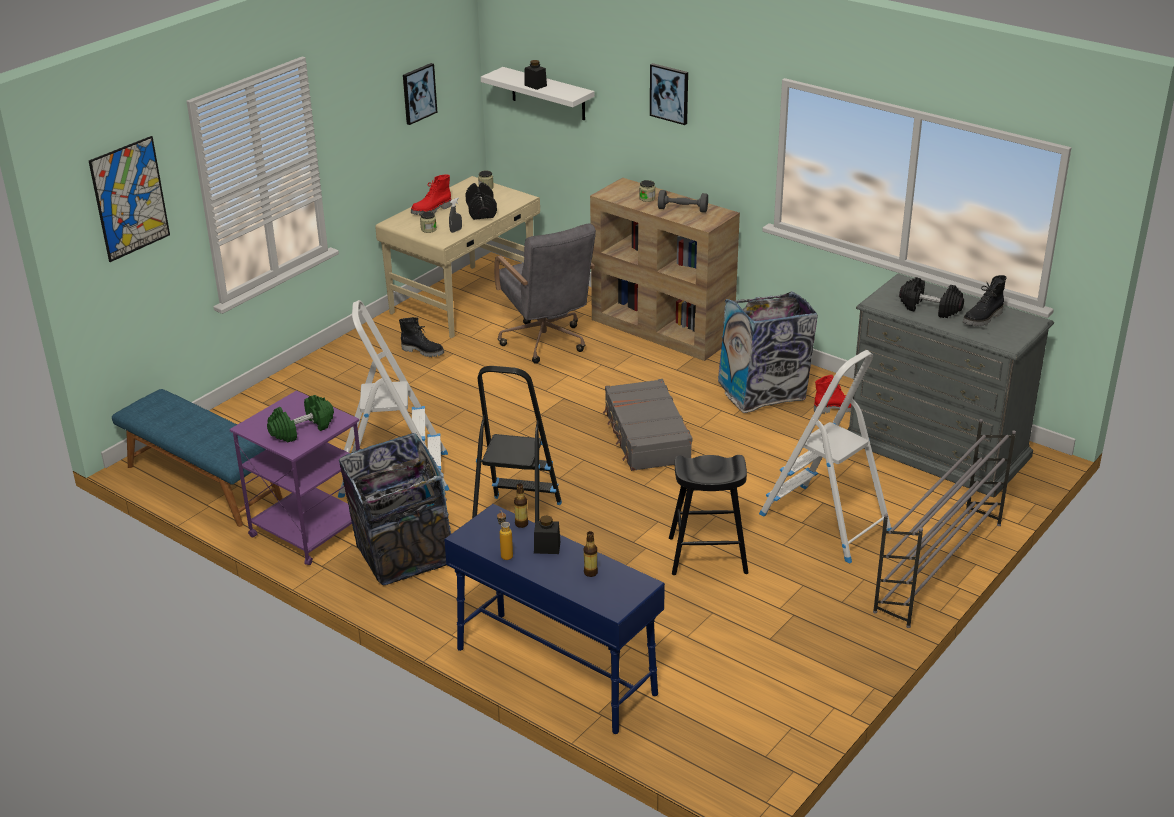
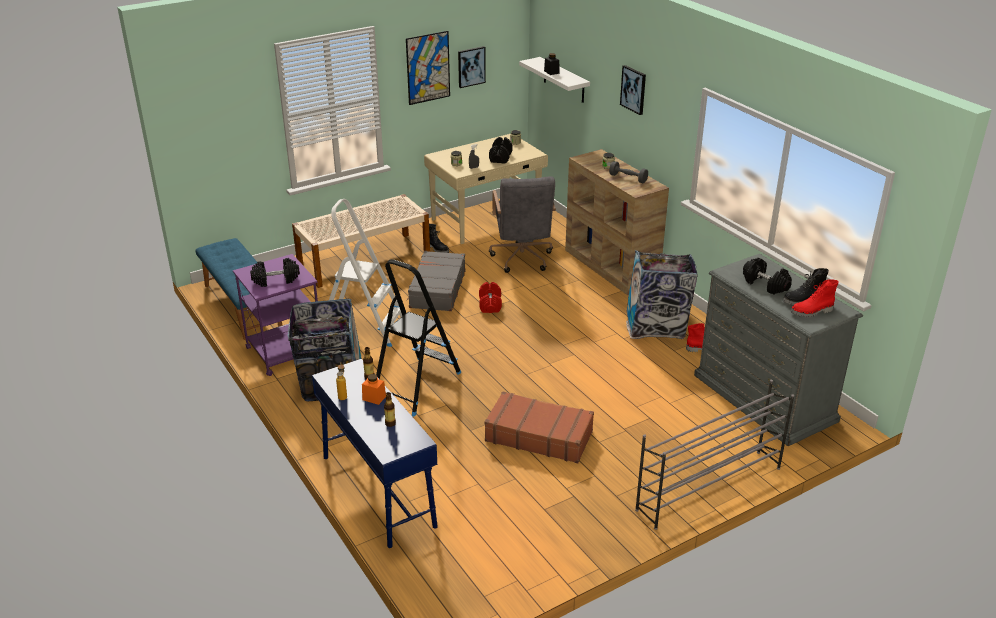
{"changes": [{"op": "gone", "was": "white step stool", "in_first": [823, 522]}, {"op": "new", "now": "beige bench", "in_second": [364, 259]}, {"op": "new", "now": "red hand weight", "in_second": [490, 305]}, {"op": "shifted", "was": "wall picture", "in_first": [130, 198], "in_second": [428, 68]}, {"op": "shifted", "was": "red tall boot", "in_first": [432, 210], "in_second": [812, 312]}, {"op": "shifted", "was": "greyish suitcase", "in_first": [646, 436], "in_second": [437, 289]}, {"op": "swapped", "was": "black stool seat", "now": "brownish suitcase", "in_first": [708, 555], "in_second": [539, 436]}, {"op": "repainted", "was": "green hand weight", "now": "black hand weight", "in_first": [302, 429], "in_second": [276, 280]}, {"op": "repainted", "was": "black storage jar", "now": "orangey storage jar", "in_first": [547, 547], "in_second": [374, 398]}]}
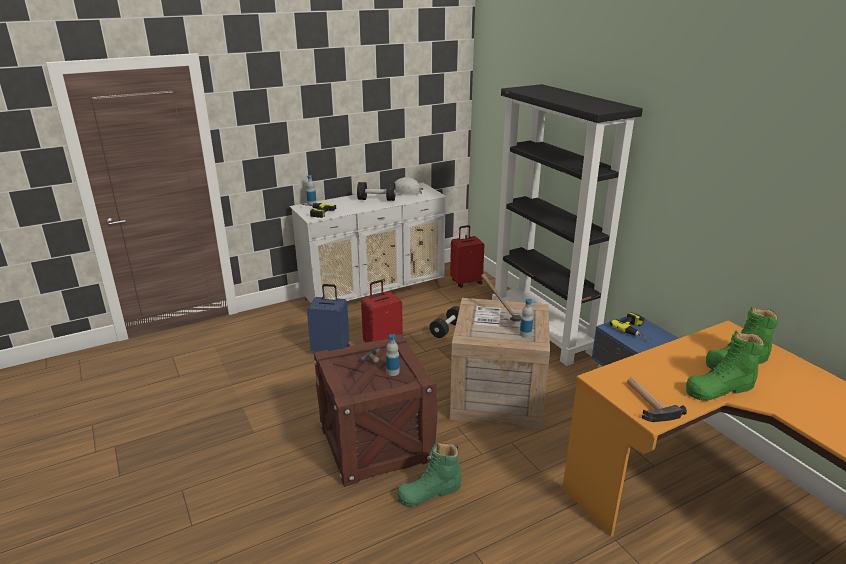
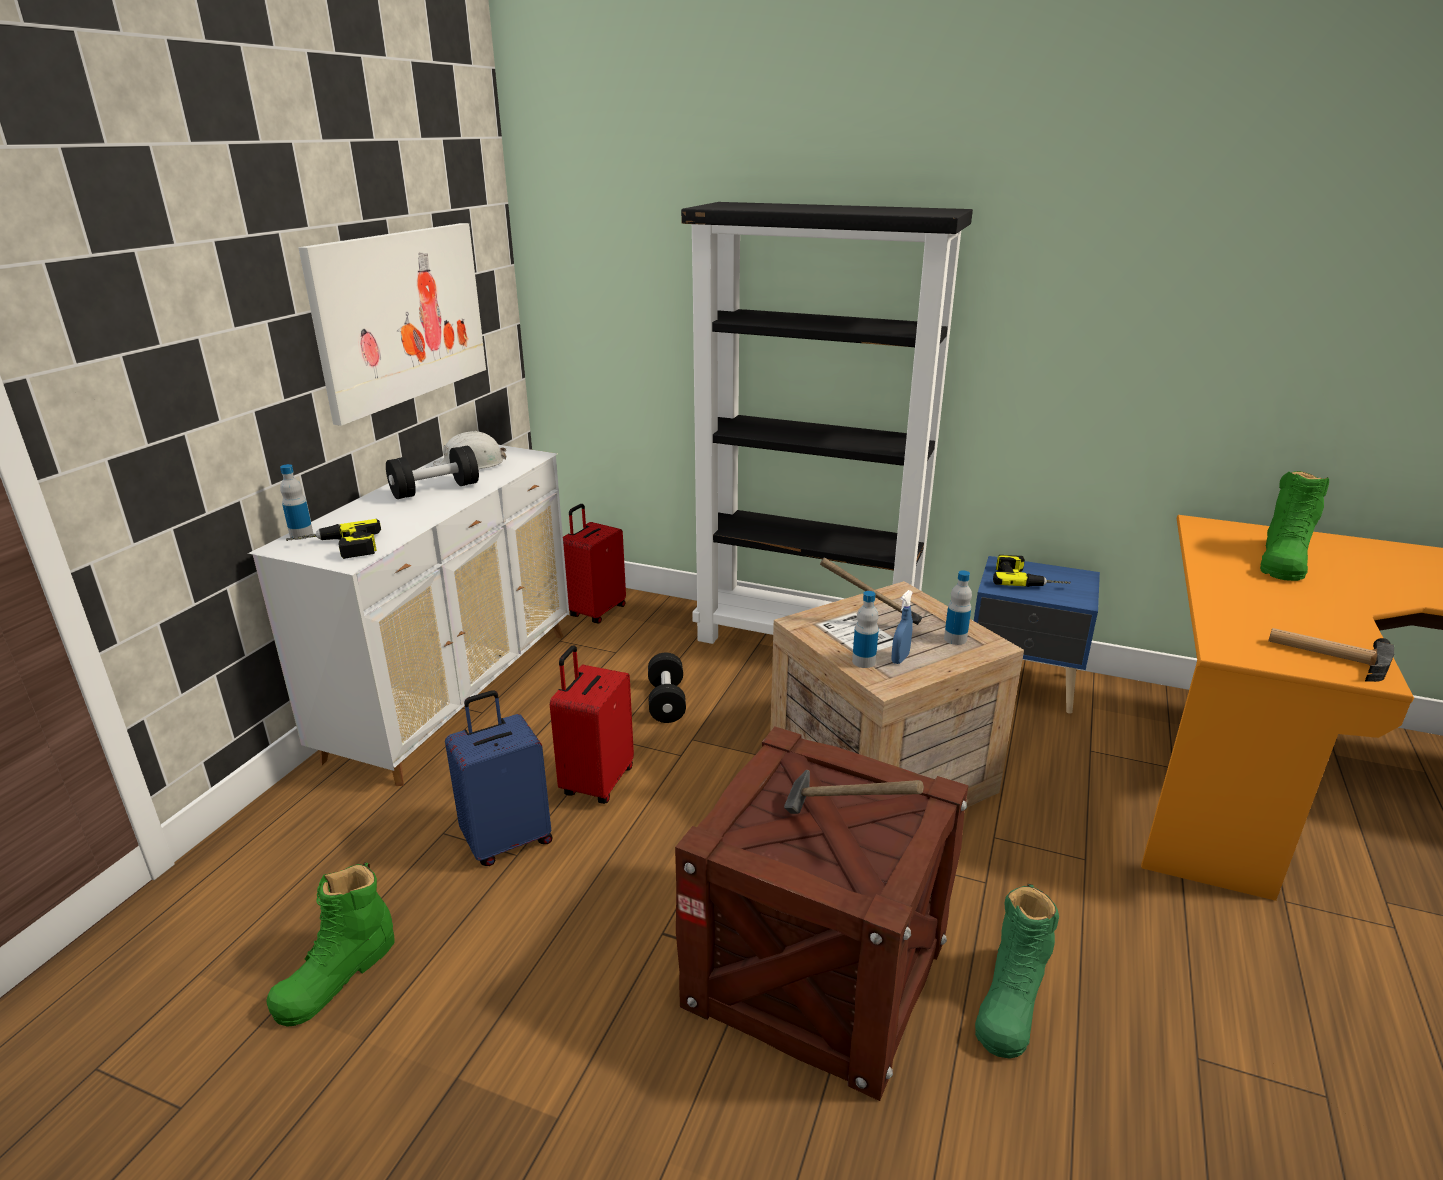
{"changes": [{"op": "new", "now": "wall picture", "in_second": [401, 317]}, {"op": "new", "now": "bluish hand sprayer", "in_second": [900, 659]}, {"op": "shifted", "was": "drink bottle", "in_first": [393, 372], "in_second": [863, 661]}, {"op": "shifted", "was": "green tall boot", "in_first": [720, 388], "in_second": [337, 975]}]}
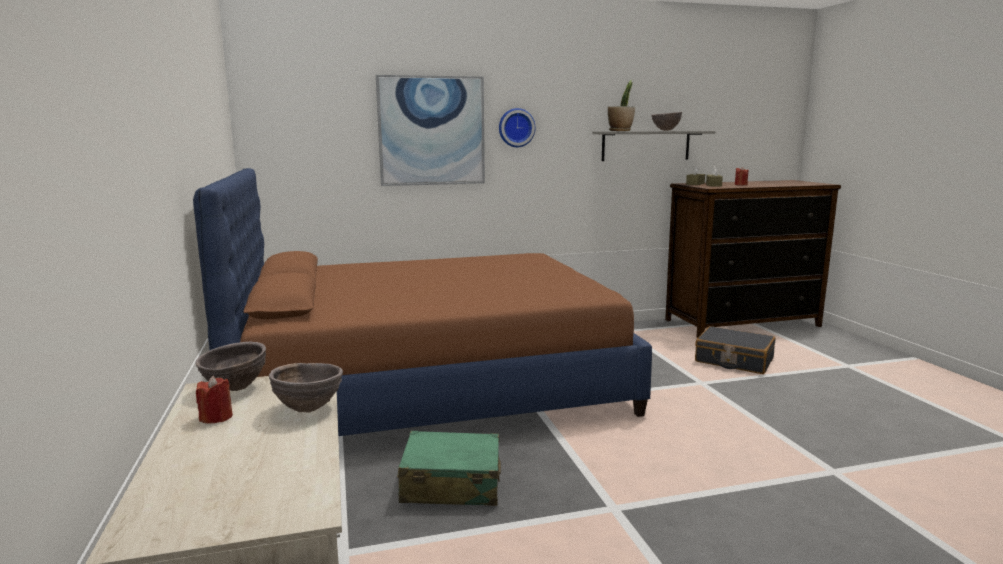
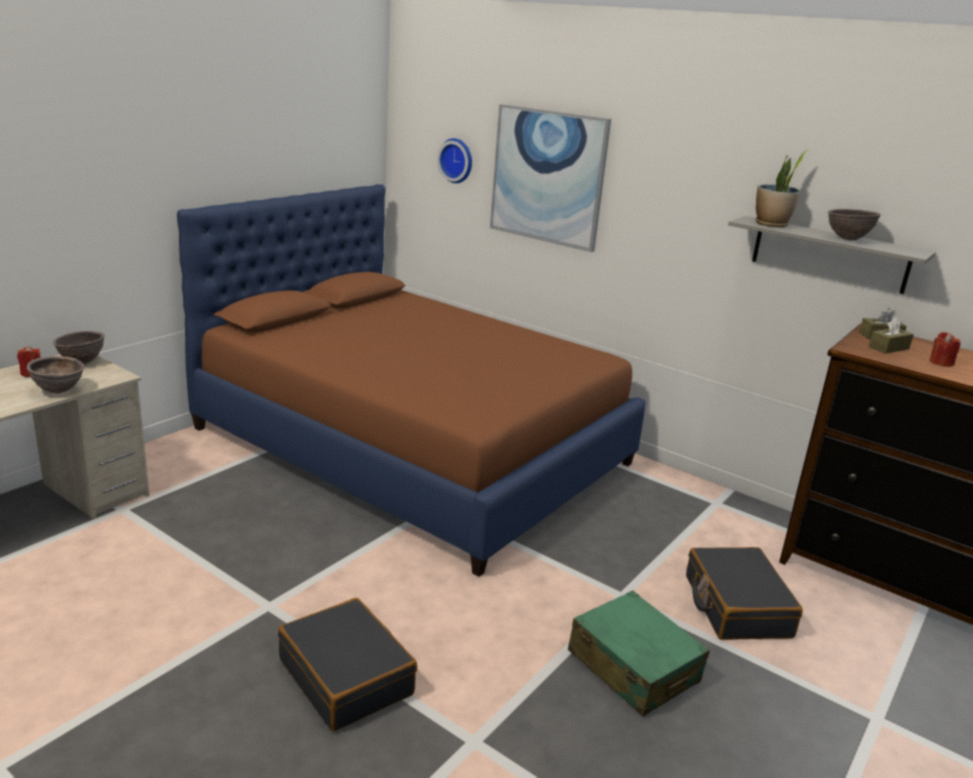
{"changes": [{"op": "new", "now": "black suitcase", "in_second": [346, 677]}, {"op": "shifted", "was": "green suitcase", "in_first": [451, 485], "in_second": [633, 667]}, {"op": "shifted", "was": "clock on the wall", "in_first": [516, 127], "in_second": [457, 160]}]}
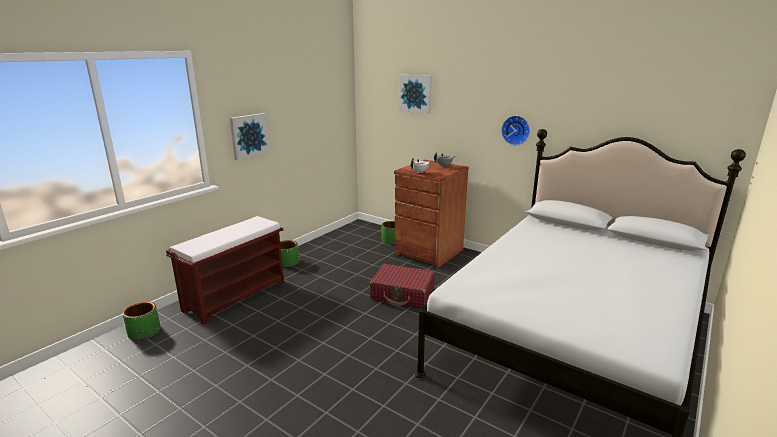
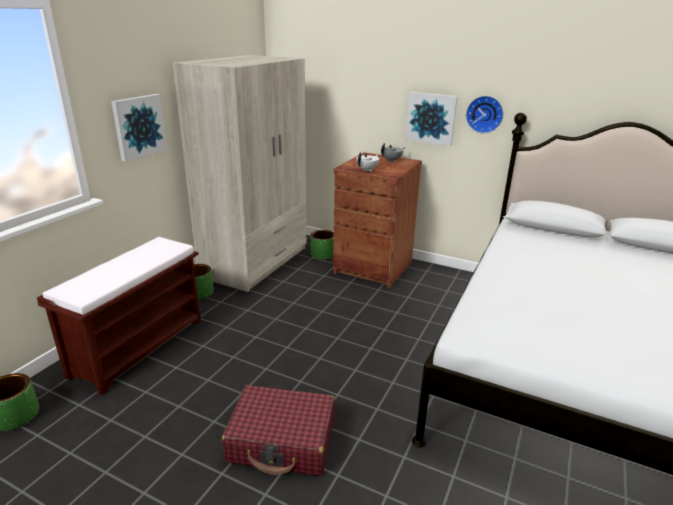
{"changes": [{"op": "new", "now": "beige clothes cupboard", "in_second": [256, 262]}, {"op": "shifted", "was": "red suitcase", "in_first": [403, 294], "in_second": [282, 441]}, {"op": "shifted", "was": "wall picture", "in_first": [415, 93], "in_second": [431, 118]}]}
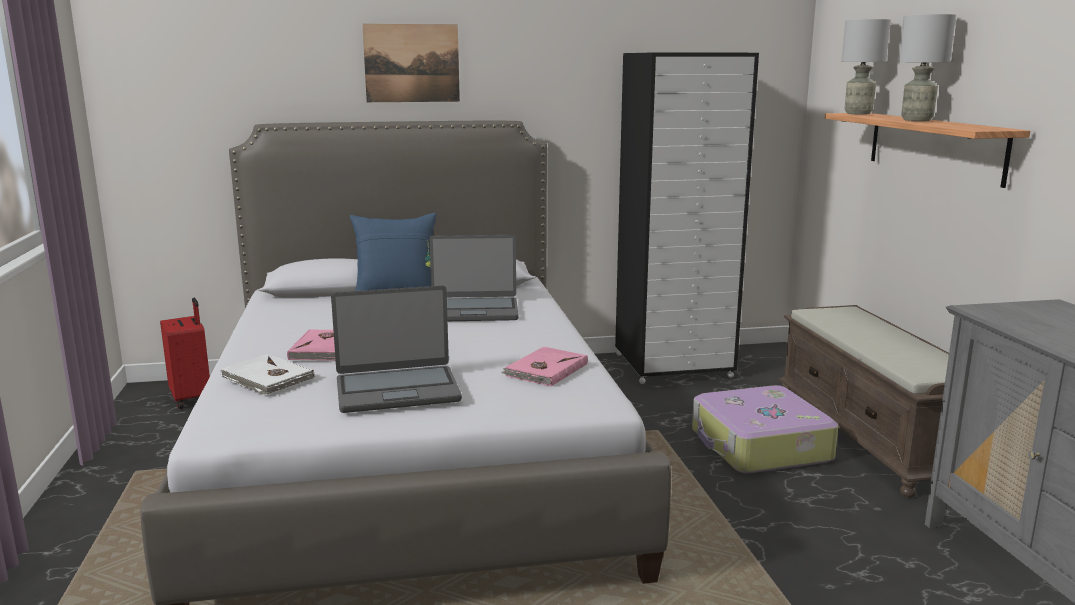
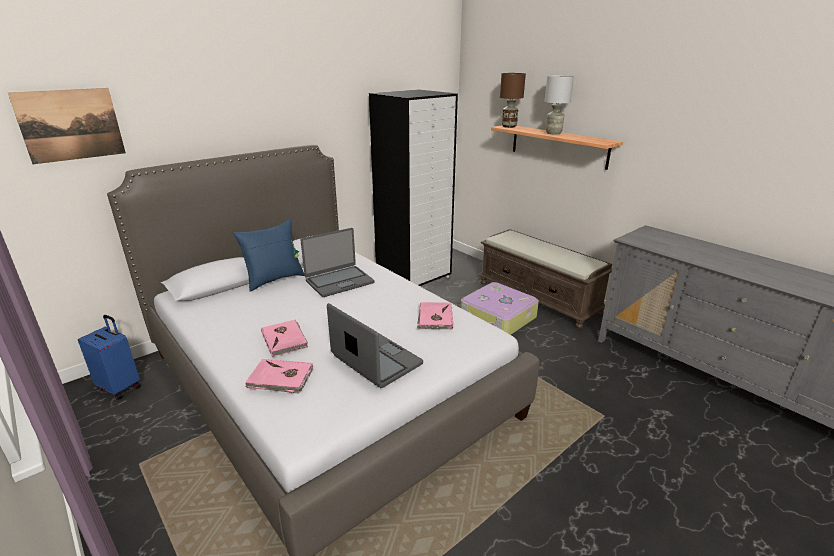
{"changes": [{"op": "shifted", "was": "wall picture", "in_first": [412, 63], "in_second": [71, 125]}, {"op": "repainted", "was": "red suitcase", "now": "bluish suitcase", "in_first": [192, 398], "in_second": [120, 387]}, {"op": "repainted", "was": "white bound book", "now": "pinkish bound book", "in_first": [267, 379], "in_second": [280, 378]}, {"op": "repainted", "was": "greyish tabletop lamp", "now": "brownish tabletop lamp", "in_first": [858, 113], "in_second": [509, 126]}, {"op": "rotated", "was": "laptop", "in_first": [397, 390], "in_second": [376, 360], "clockwise": -90}]}
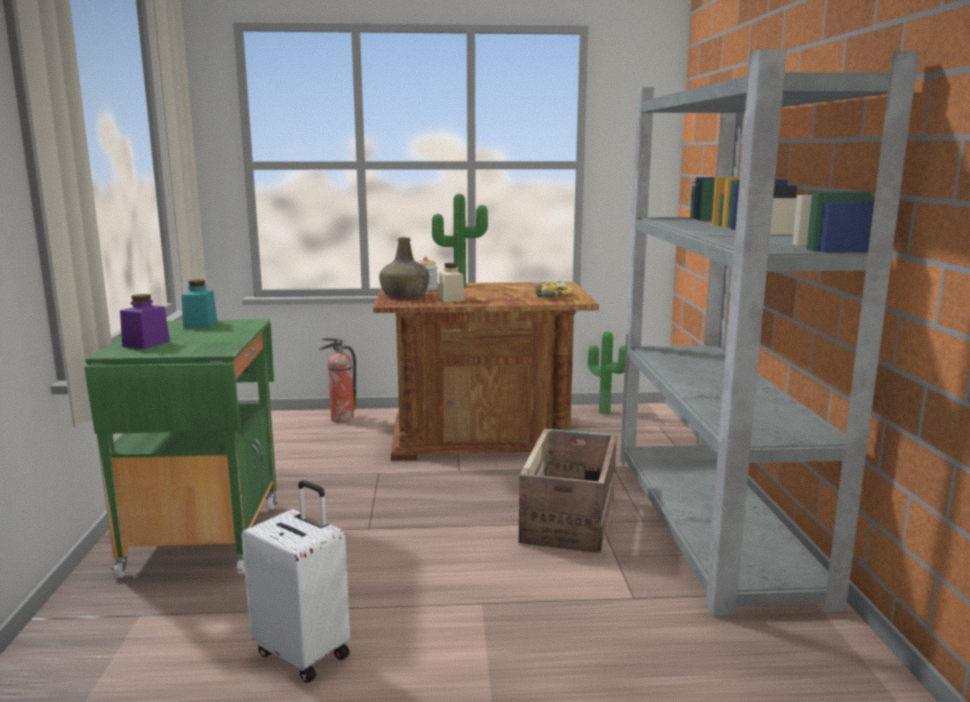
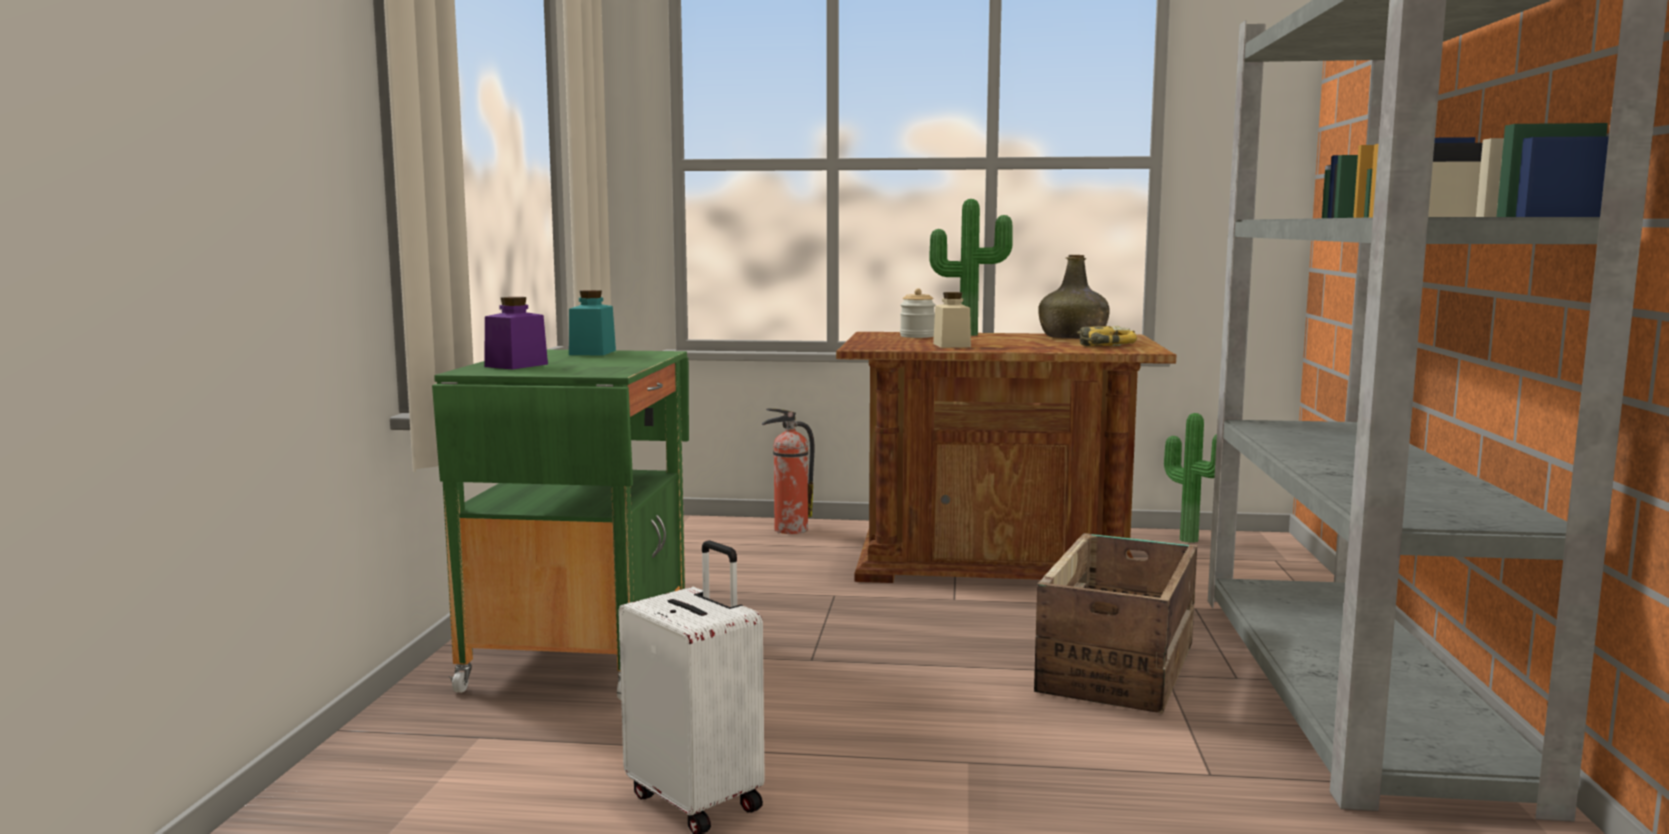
{"changes": [{"op": "shifted", "was": "green drink bottle", "in_first": [405, 296], "in_second": [1073, 337]}]}
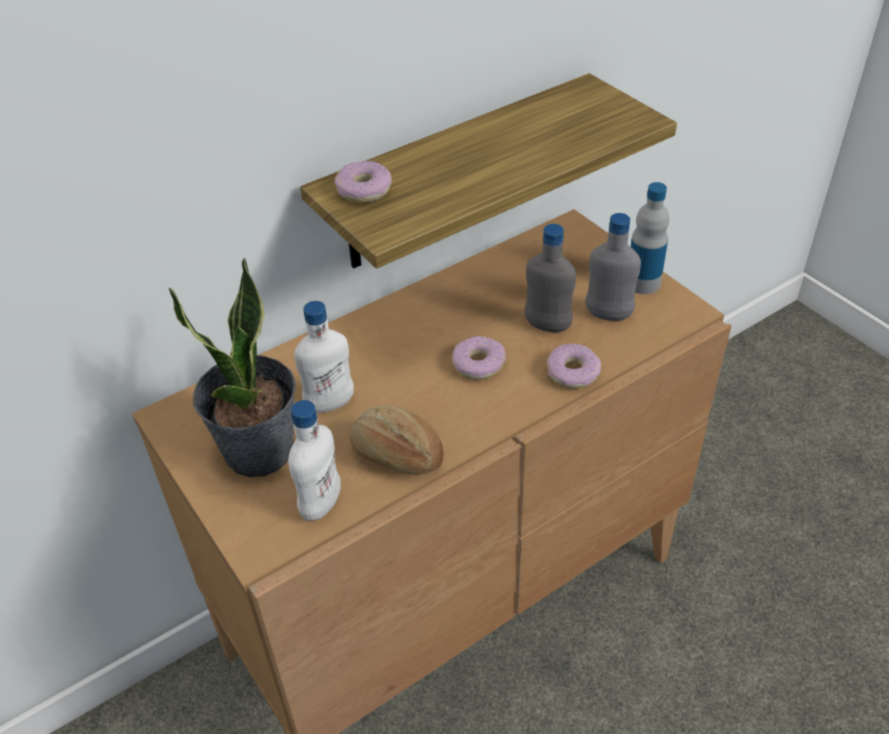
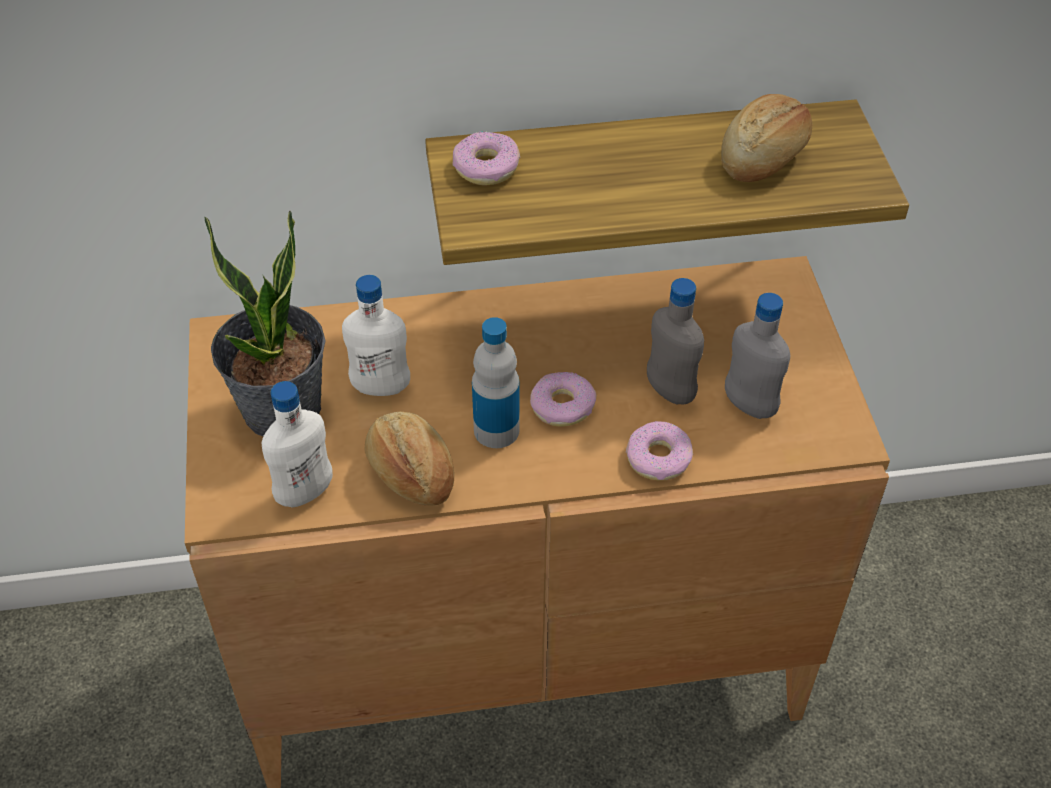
{"changes": [{"op": "new", "now": "bakery bread", "in_second": [765, 156]}, {"op": "shifted", "was": "drink bottle", "in_first": [643, 283], "in_second": [496, 430]}]}
